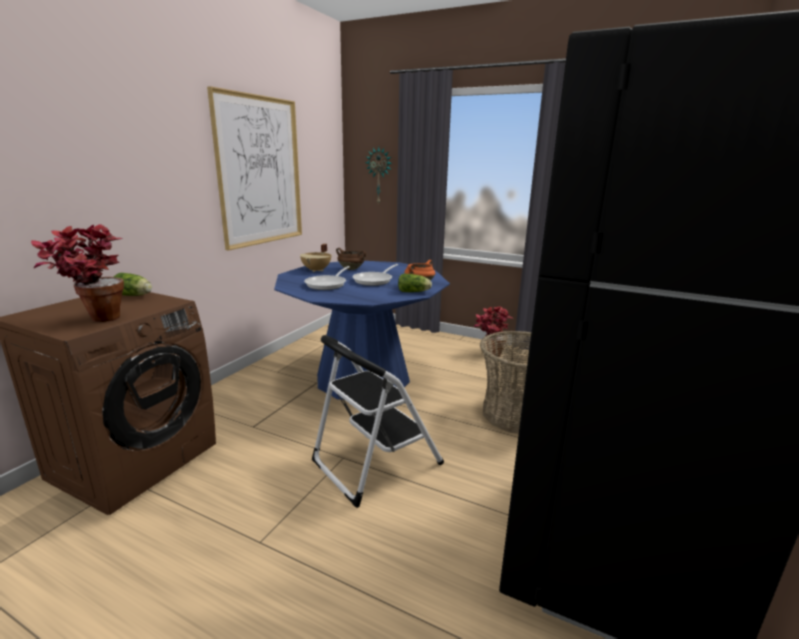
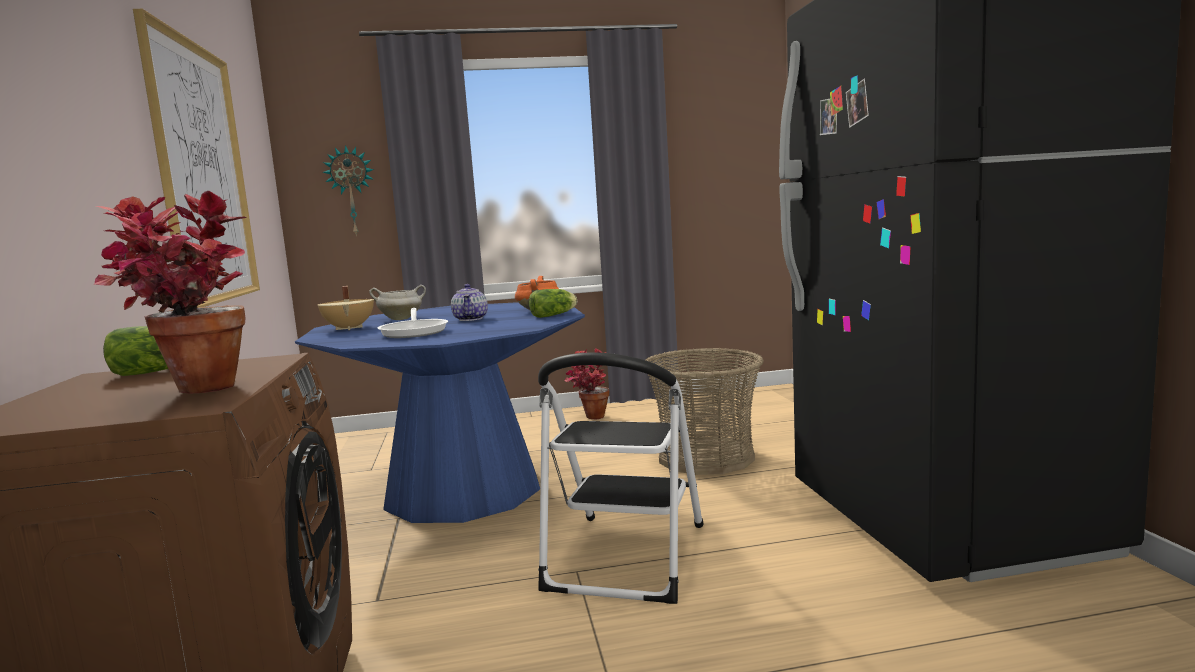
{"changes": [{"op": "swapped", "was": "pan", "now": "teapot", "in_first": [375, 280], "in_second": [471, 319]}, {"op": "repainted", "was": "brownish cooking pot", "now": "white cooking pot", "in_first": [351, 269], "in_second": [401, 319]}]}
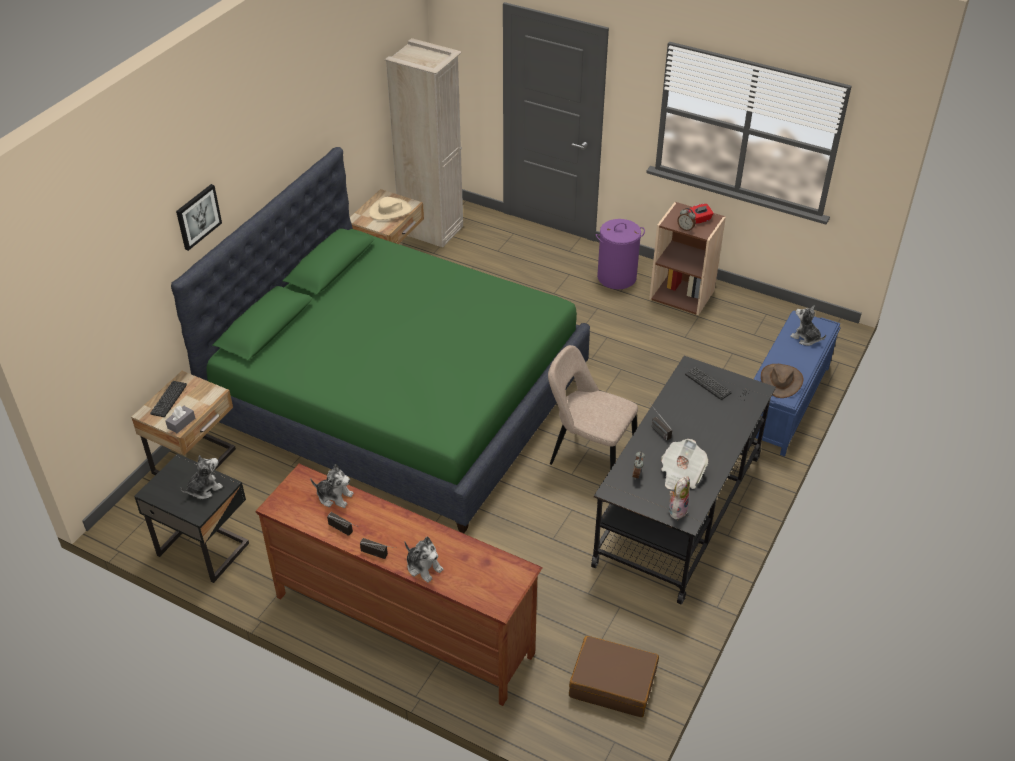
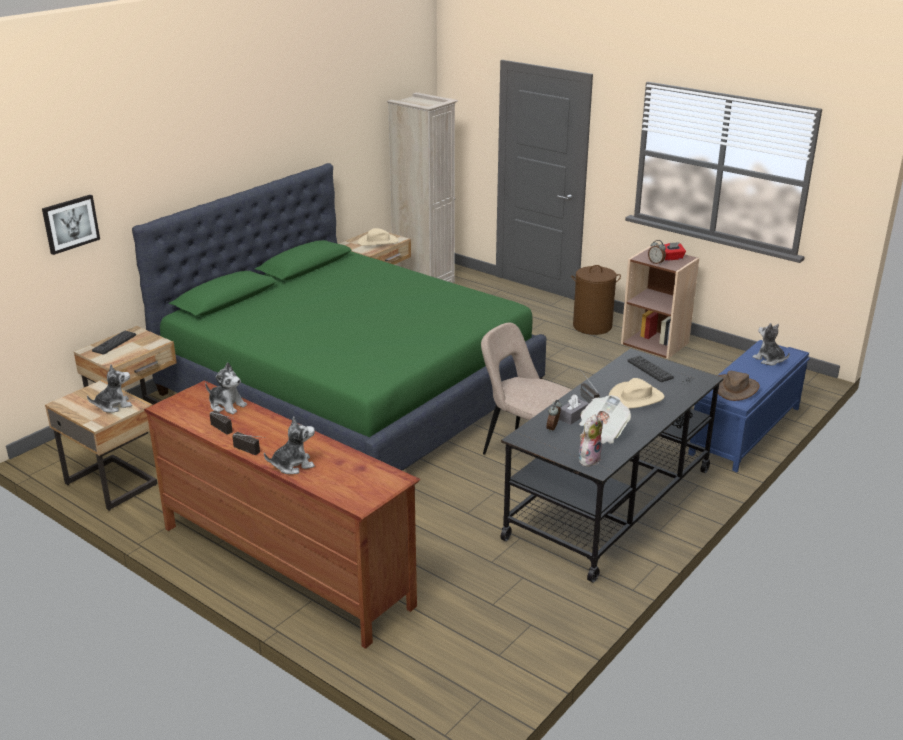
{"changes": [{"op": "gone", "was": "brownish suitcase", "in_first": [613, 683]}, {"op": "new", "now": "beige wearable hat", "in_second": [636, 398]}, {"op": "shifted", "was": "greyish tissue box", "in_first": [181, 423], "in_second": [573, 416]}, {"op": "shifted", "was": "wall picture", "in_first": [198, 216], "in_second": [70, 224]}, {"op": "repainted", "was": "black night table", "now": "beige night table", "in_first": [204, 548], "in_second": [113, 483]}, {"op": "repainted", "was": "purple laundry basket", "now": "brownish laundry basket", "in_first": [617, 277], "in_second": [592, 326]}, {"op": "rotated", "was": "cuddly toy", "in_first": [423, 567], "in_second": [293, 465], "clockwise": -75}]}
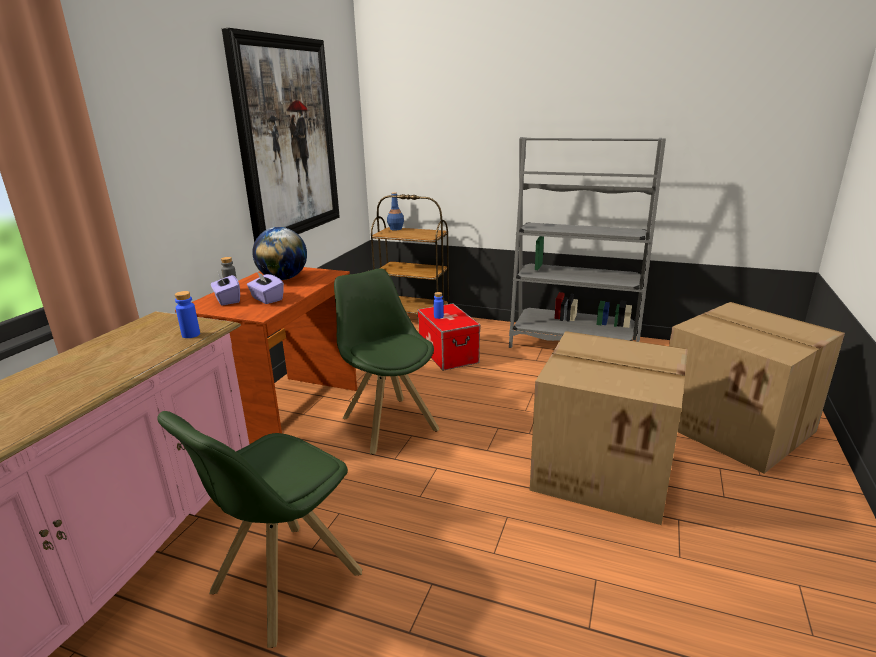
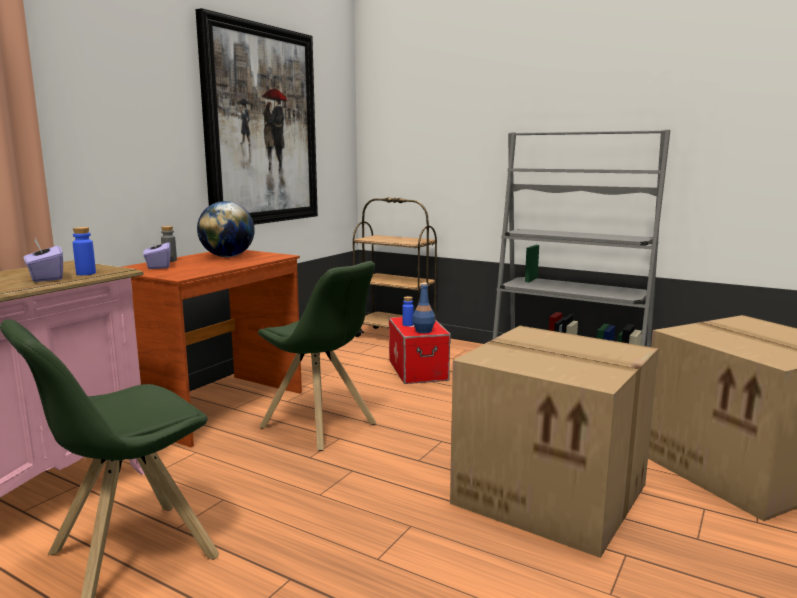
{"changes": [{"op": "shifted", "was": "purple tissue box", "in_first": [267, 299], "in_second": [45, 278]}, {"op": "shifted", "was": "bluish drink bottle", "in_first": [396, 229], "in_second": [423, 331]}, {"op": "rotated", "was": "green upright chair", "in_first": [388, 423], "in_second": [319, 425], "clockwise": 150}]}
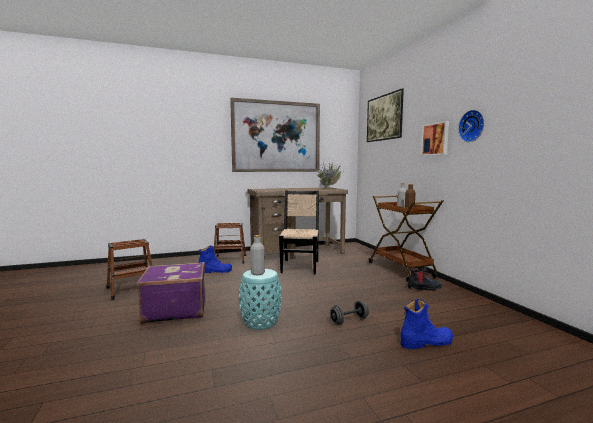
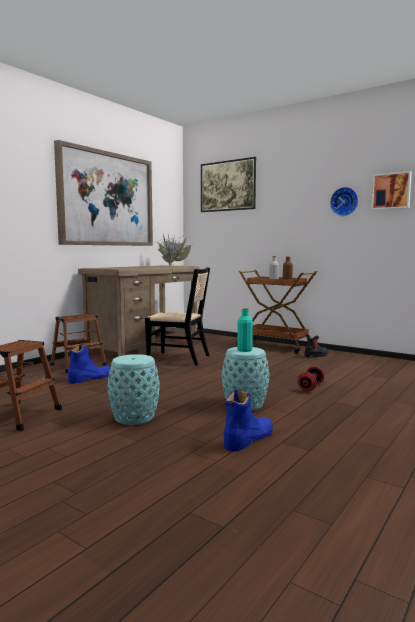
{"changes": [{"op": "shifted", "was": "bluish tall boot", "in_first": [426, 342], "in_second": [248, 439]}, {"op": "shifted", "was": "wall picture", "in_first": [435, 139], "in_second": [391, 191]}, {"op": "swapped", "was": "purple suitcase", "now": "blue-green stool seat", "in_first": [175, 309], "in_second": [134, 418]}, {"op": "repainted", "was": "greyish drink bottle", "now": "blue-green drink bottle", "in_first": [257, 273], "in_second": [244, 350]}, {"op": "repainted", "was": "greyish hand weight", "now": "red hand weight", "in_first": [349, 321], "in_second": [310, 387]}, {"op": "rotated", "was": "upright chair", "in_first": [300, 267], "in_second": [179, 359], "clockwise": 135}]}
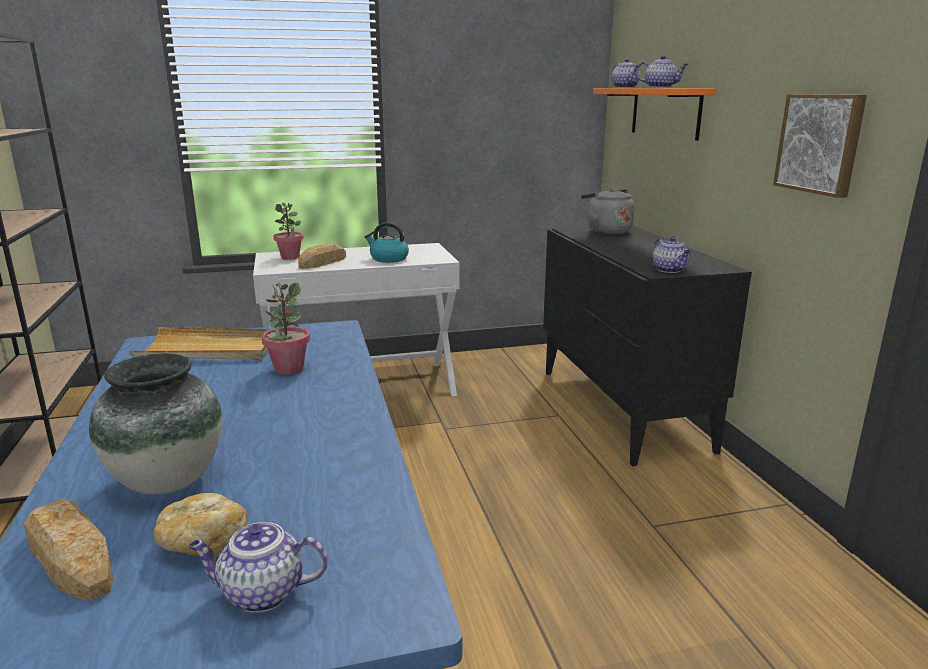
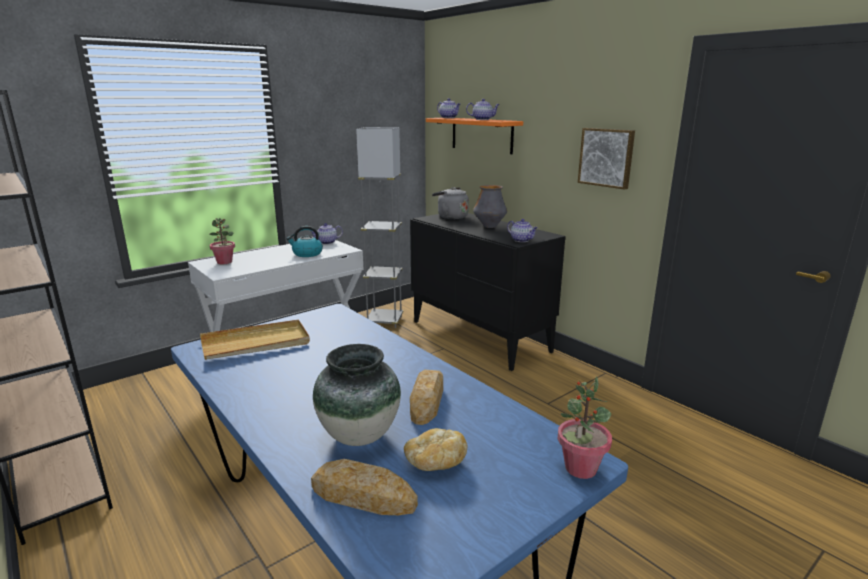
{"changes": [{"op": "new", "now": "greyish standing lamp", "in_second": [384, 321]}, {"op": "new", "now": "vase", "in_second": [489, 226]}, {"op": "shifted", "was": "teapot", "in_first": [261, 593], "in_second": [326, 242]}, {"op": "shifted", "was": "plant in a pot", "in_first": [288, 369], "in_second": [580, 468]}, {"op": "shifted", "was": "bakery bread", "in_first": [323, 262], "in_second": [427, 400]}]}
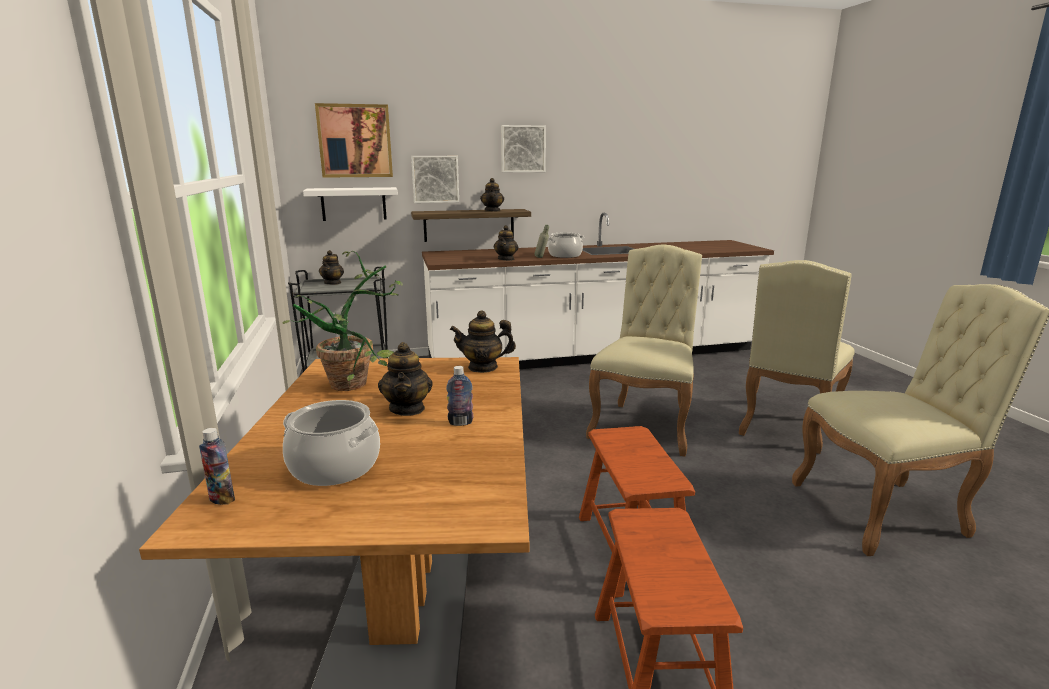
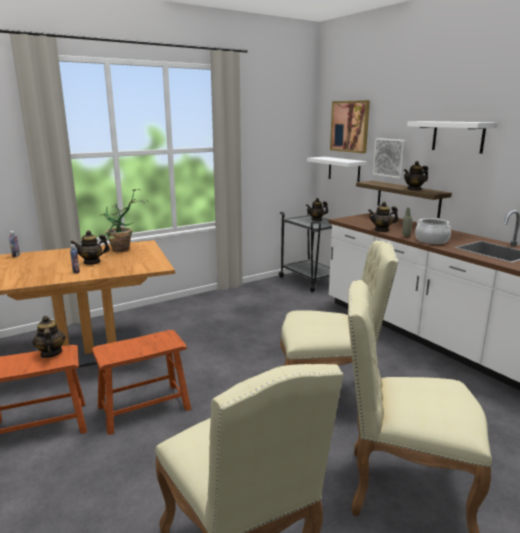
{"changes": [{"op": "gone", "was": "cooking pot", "in_first": [335, 466]}, {"op": "shifted", "was": "teapot", "in_first": [483, 367], "in_second": [50, 353]}, {"op": "swapped", "was": "wall picture", "now": "white bracket shelf", "in_first": [522, 149], "in_second": [458, 136]}]}
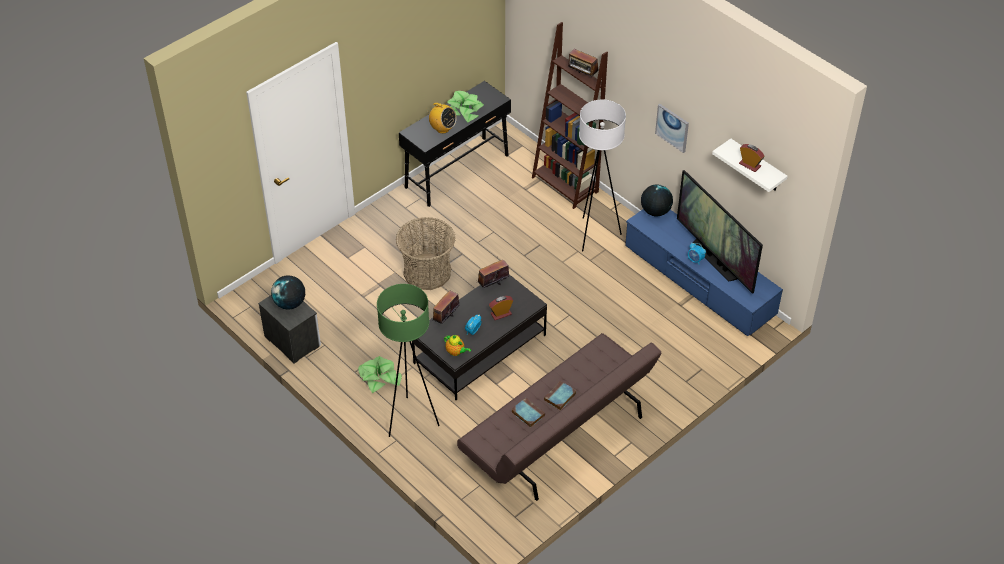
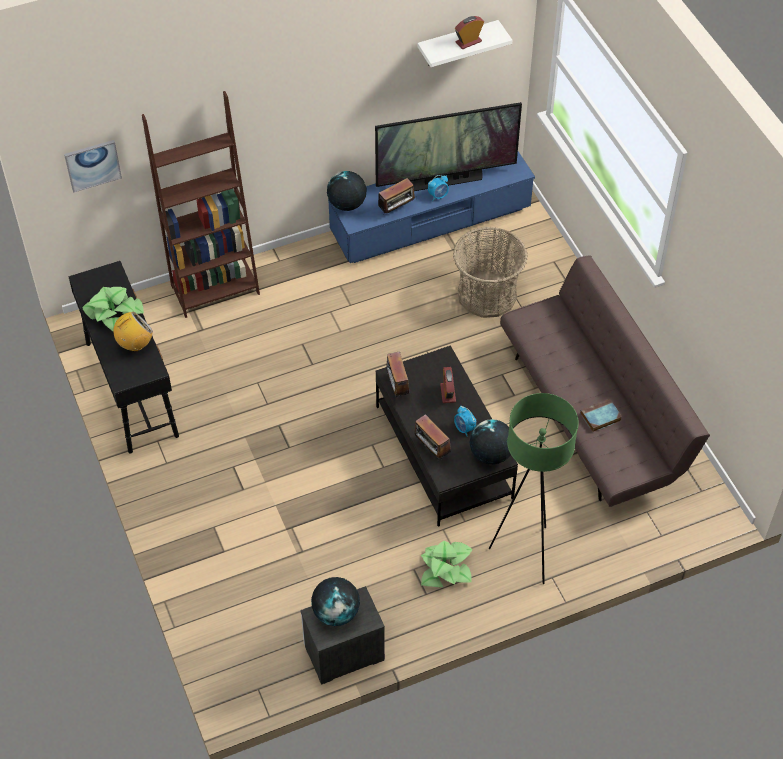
{"changes": [{"op": "gone", "was": "bound book", "in_first": [559, 397]}, {"op": "gone", "was": "white standing lamp", "in_first": [595, 234]}, {"op": "shifted", "was": "household basket", "in_first": [427, 272], "in_second": [487, 294]}, {"op": "shifted", "was": "radio set", "in_first": [582, 75], "in_second": [397, 209]}, {"op": "shifted", "was": "wall picture", "in_first": [672, 127], "in_second": [92, 165]}, {"op": "swapped", "was": "teapot", "now": "world globe", "in_first": [456, 352], "in_second": [490, 454]}]}
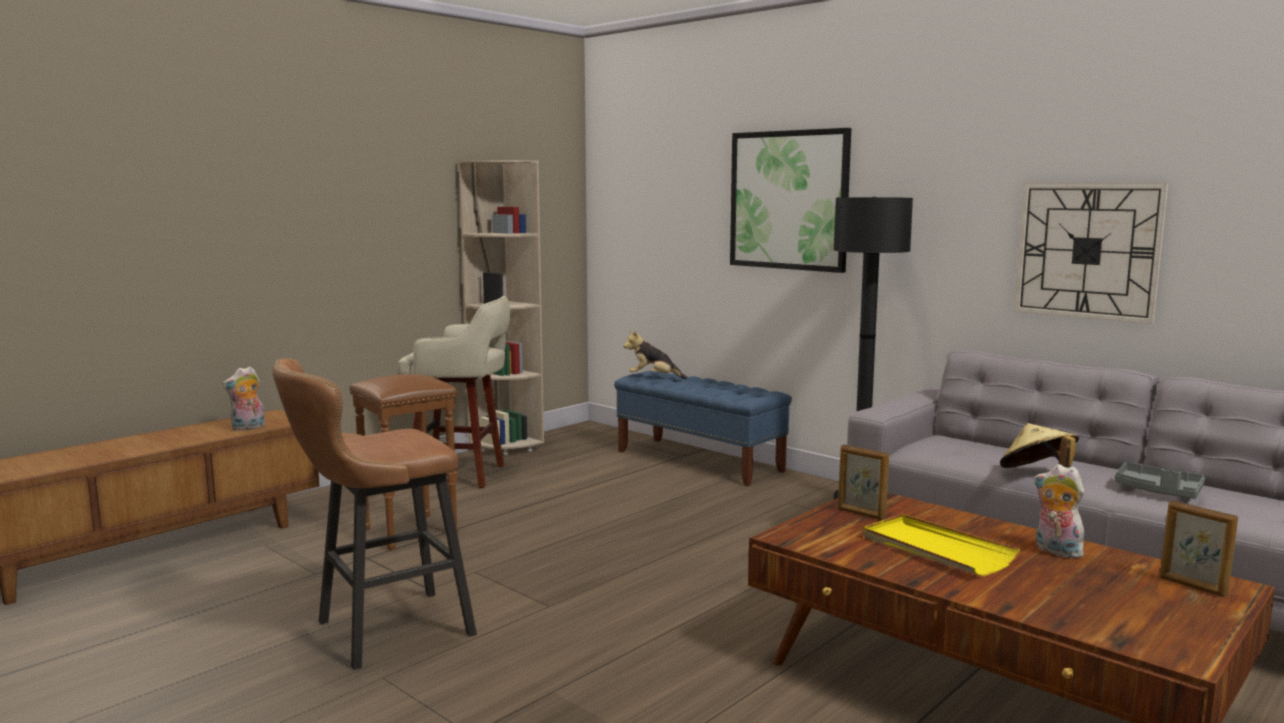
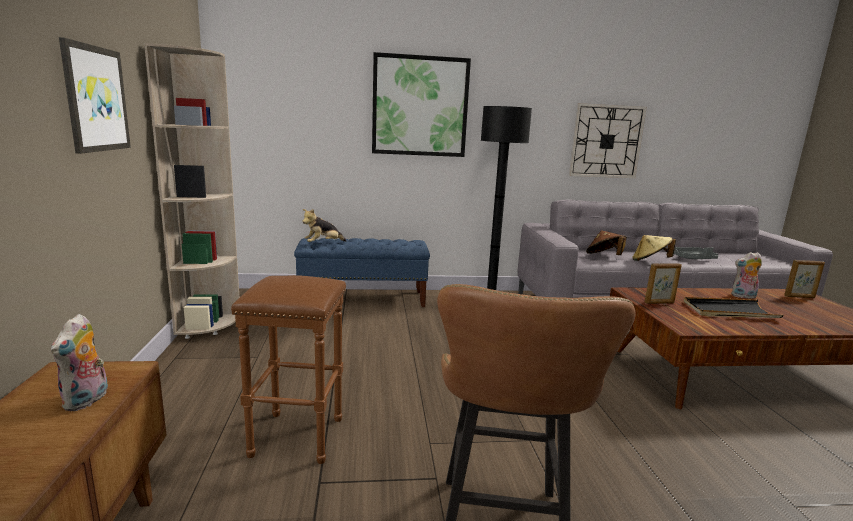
{"changes": [{"op": "gone", "was": "beige stool seat", "in_first": [462, 475]}, {"op": "new", "now": "wall picture", "in_second": [95, 99]}, {"op": "new", "now": "brownish wearable hat", "in_second": [604, 257]}, {"op": "repainted", "was": "yellow-coloured tray", "now": "black tray", "in_first": [936, 549], "in_second": [729, 311]}]}
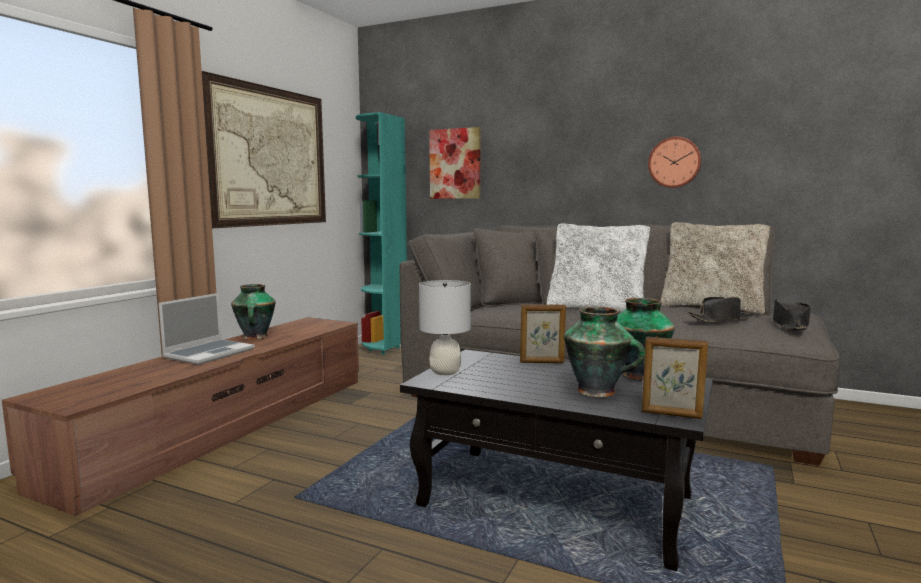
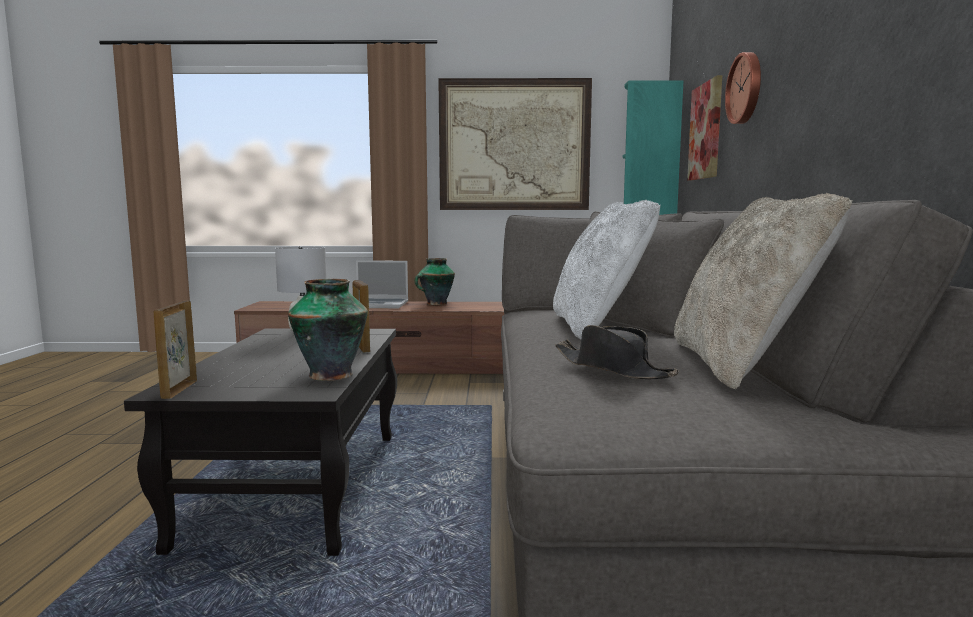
{"changes": [{"op": "gone", "was": "vase", "in_first": [598, 392]}, {"op": "gone", "was": "black wearable hat", "in_first": [790, 324]}, {"op": "shifted", "was": "clock on the wall", "in_first": [674, 162], "in_second": [746, 88]}]}
